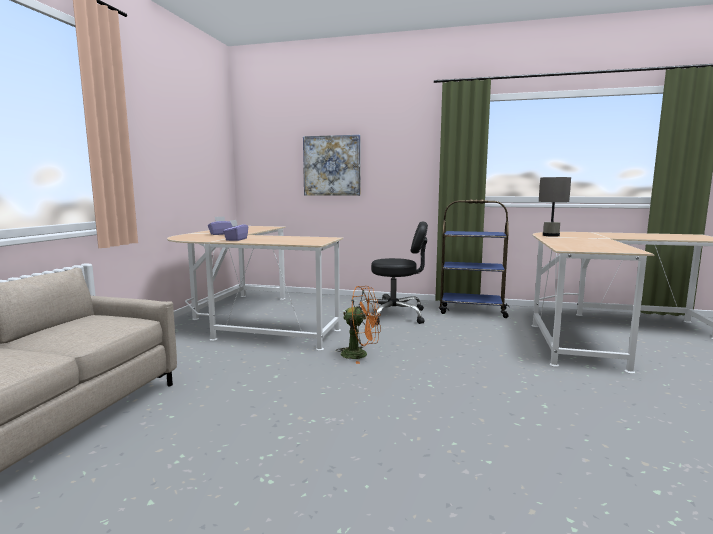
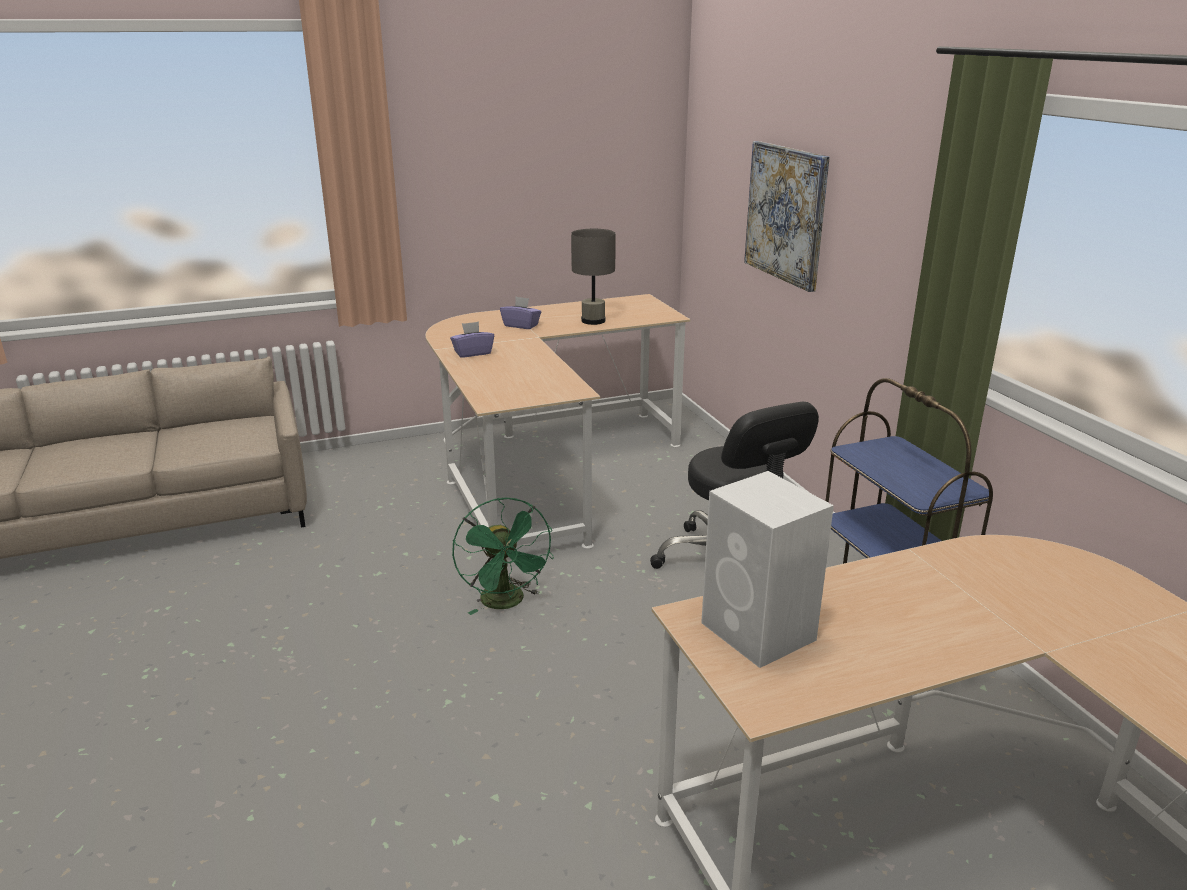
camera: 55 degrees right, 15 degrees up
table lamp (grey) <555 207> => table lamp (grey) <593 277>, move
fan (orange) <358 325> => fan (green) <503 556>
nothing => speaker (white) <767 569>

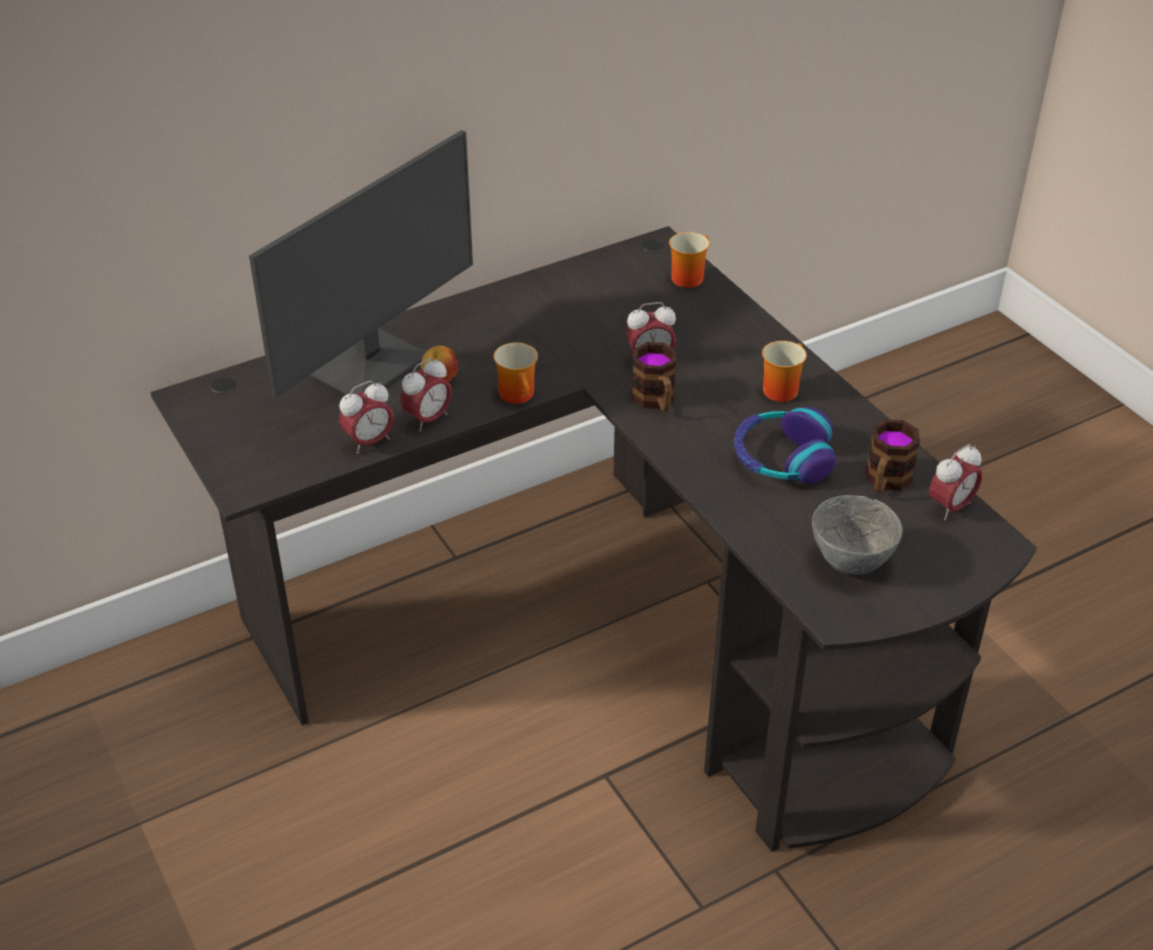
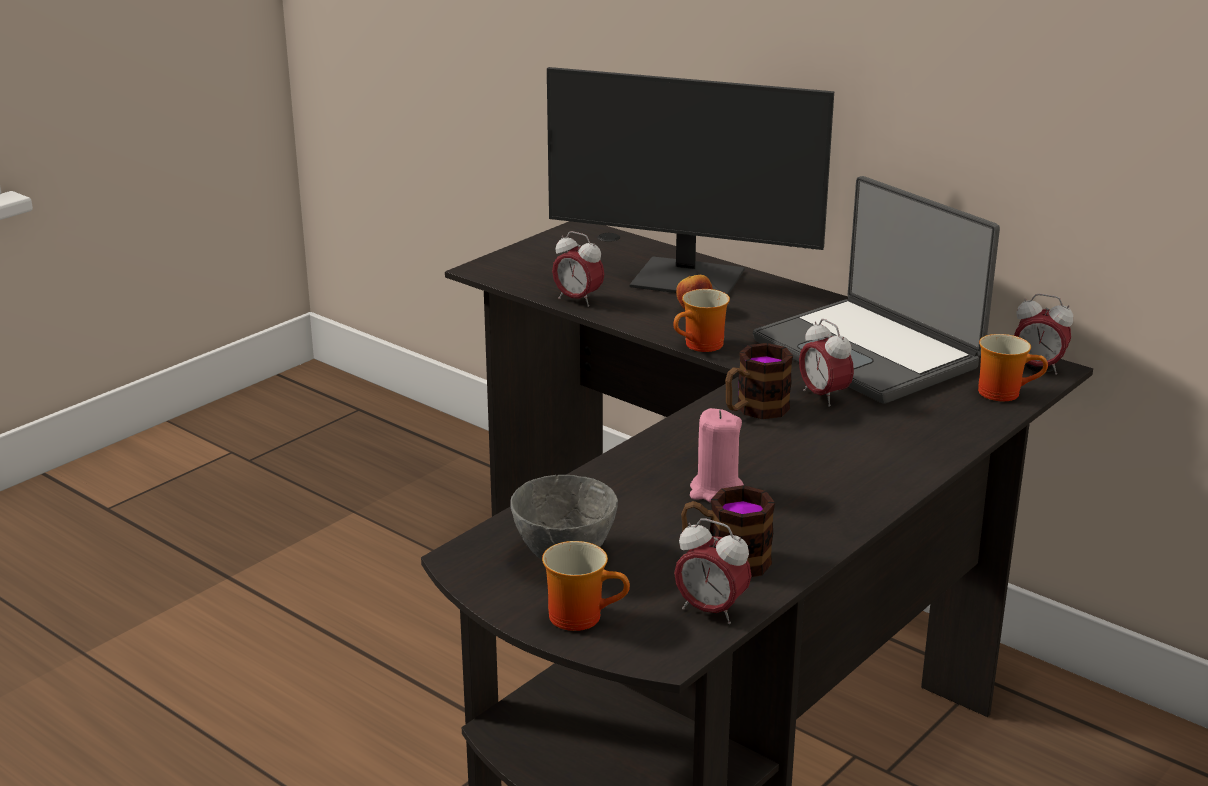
camera: 70 degrees right, 15 degrees down
mug <784 371> => mug <586 586>, move
alarm clock <426 394> => alarm clock <1043 334>, move
headphones <785 445> => candle (pink) <717 455>
nothing => laptop <876 290>

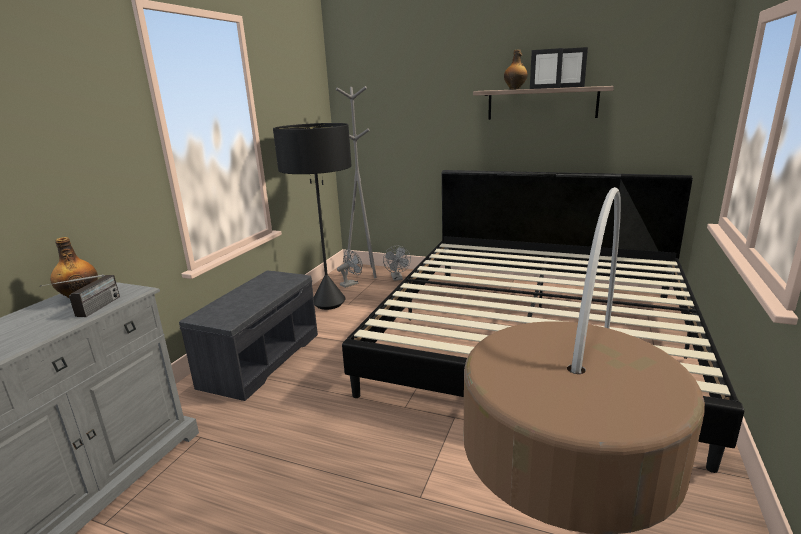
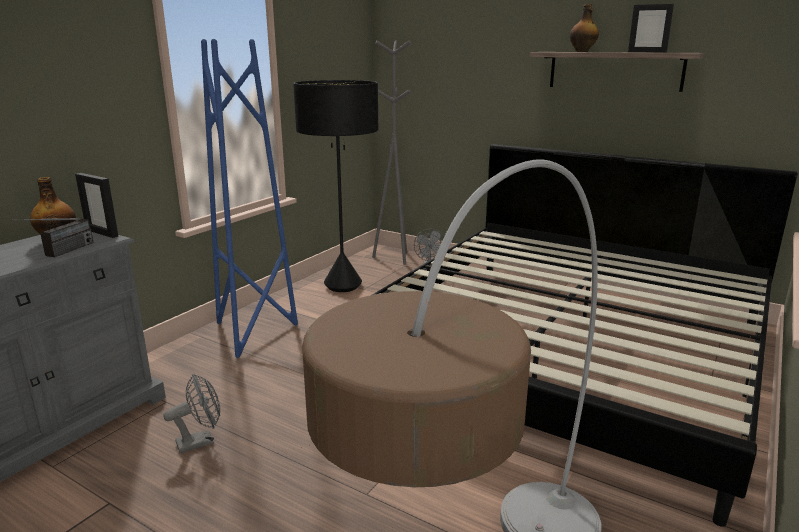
camera: 10 degrees right, 0 degrees up
picture frame <546 68> => picture frame <96 205>, move
fan (grey) <350 268> => fan (grey) <191 413>, move
bench (grey) <248 336> => clothes rack (blue) <249 198>

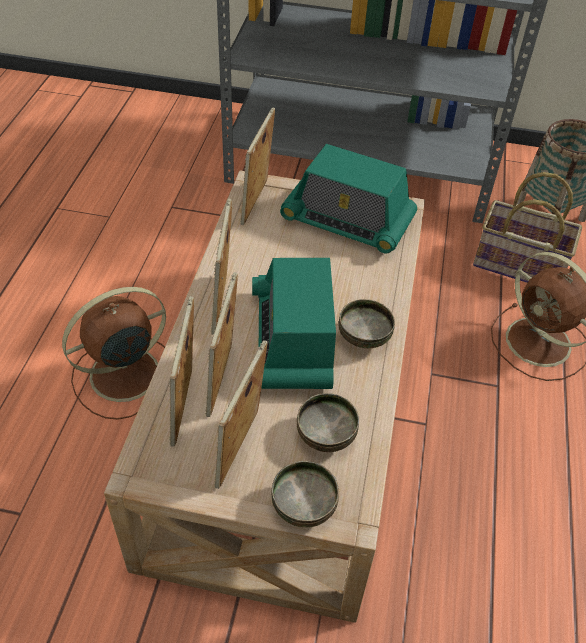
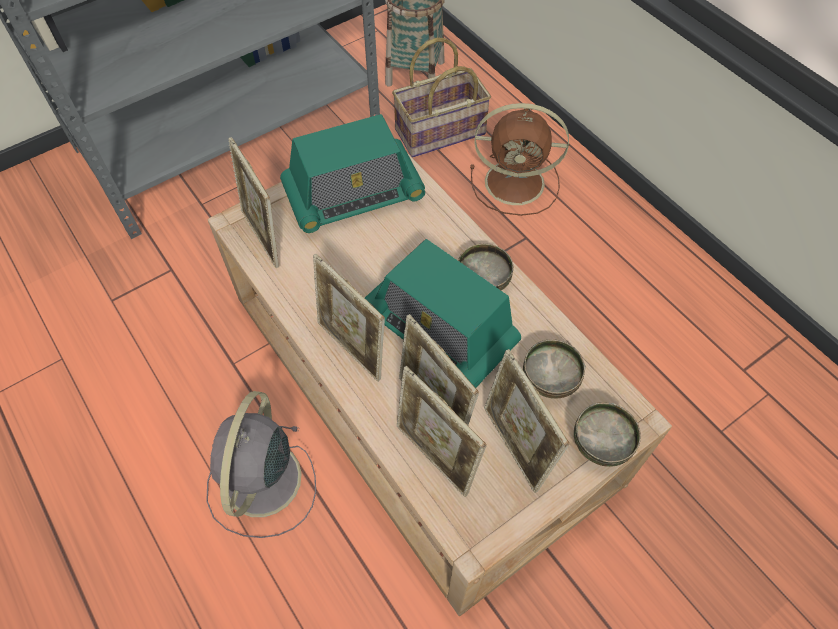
camera: 45 degrees left, 10 degrees up
fan (brown) <114 353> => fan (grey) <261 464>

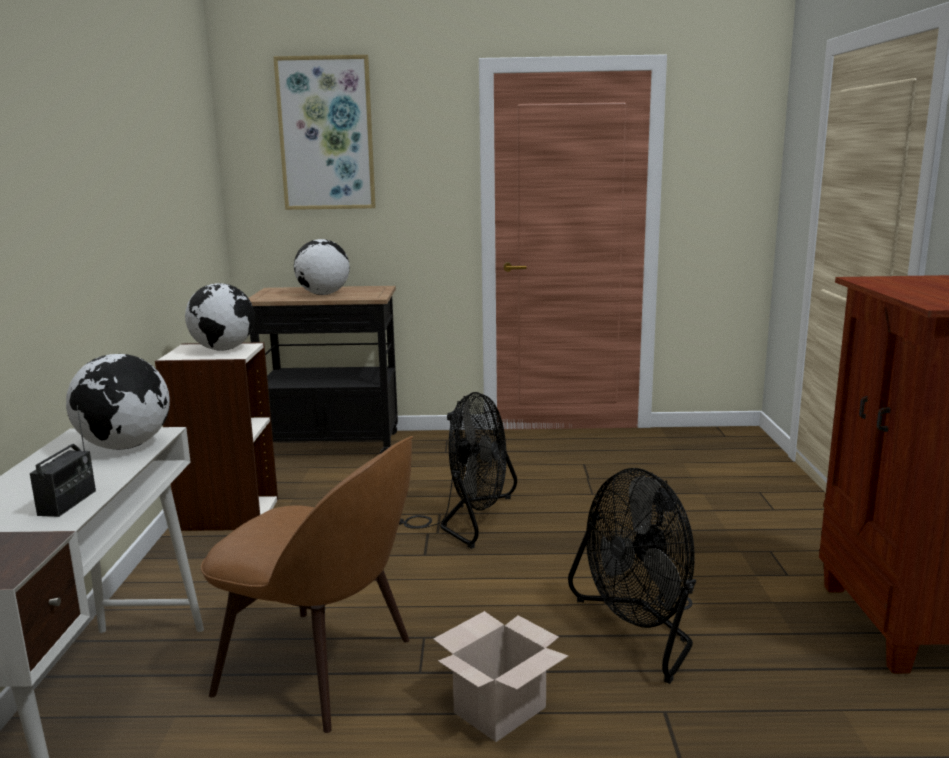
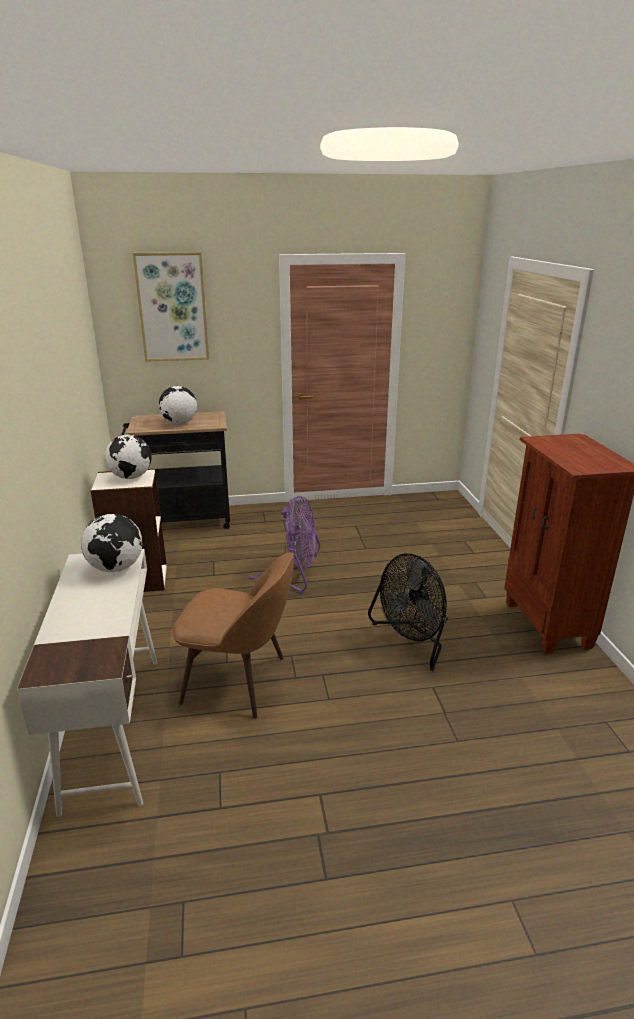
camera: 10 degrees left, 10 degrees up
fan (black) <458 470> => fan (purple) <285 545>
radio <63 461> => nothing
cardboard box <500 676> => nothing

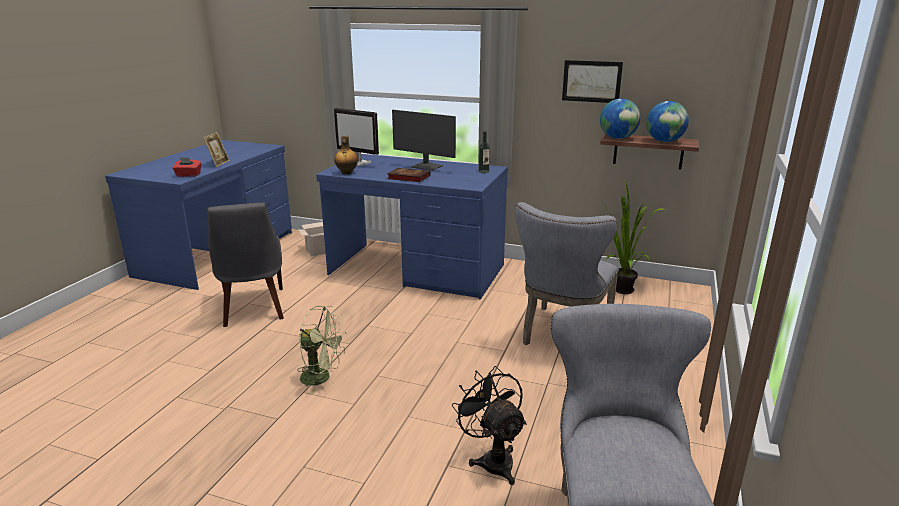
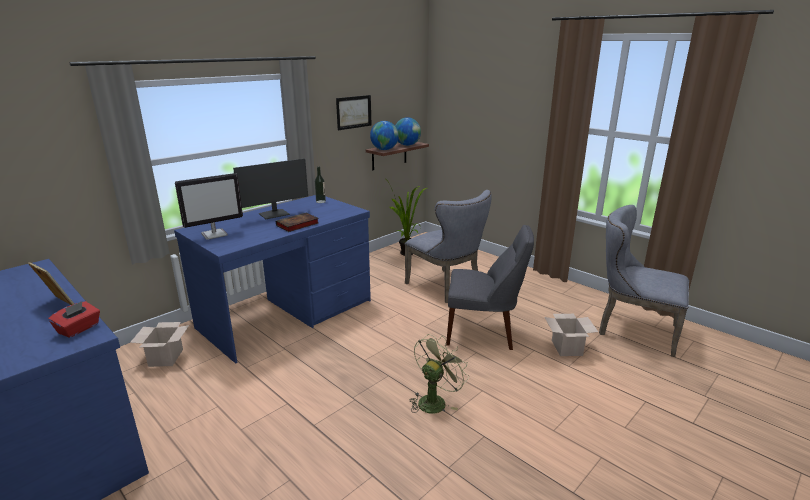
camera: 65 degrees left, 0 degrees up
bottle <346 155> => nothing
chair (grey) <245 265> => chair (grey) <490 287>, move
fan (black) <489 425> => cardboard box <571 335>

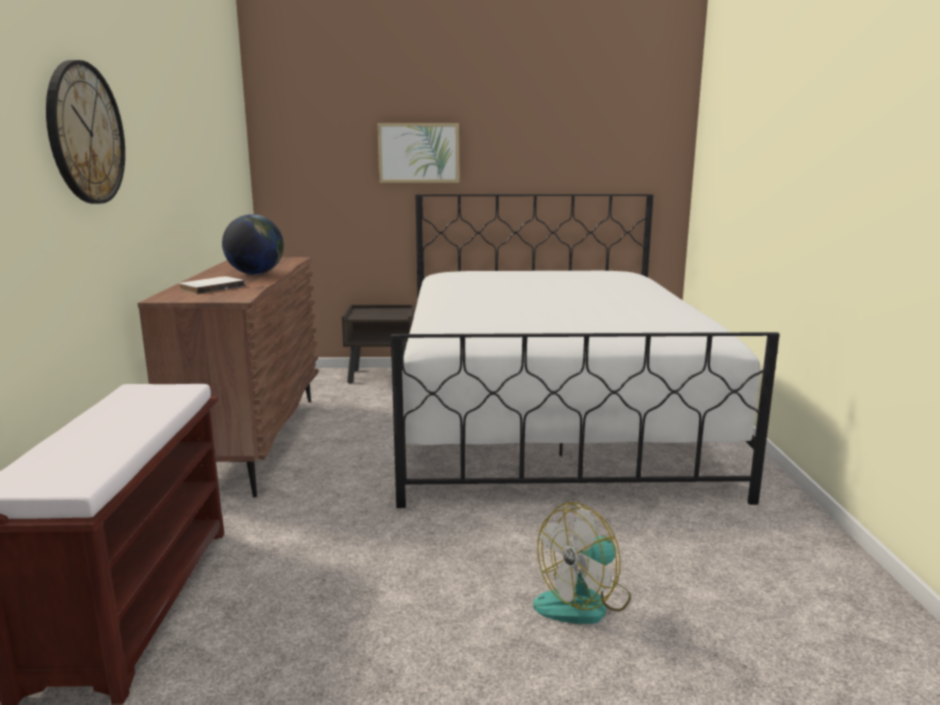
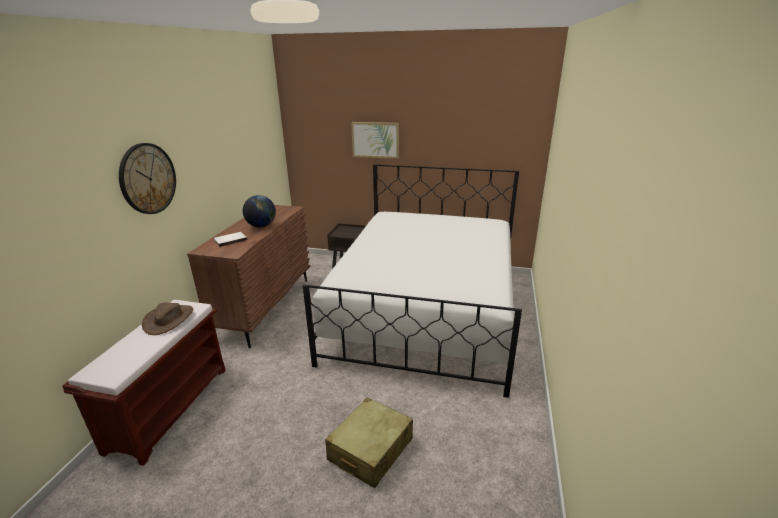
camera: 15 degrees right, 10 degrees up
fan <582 563> => suitcase (beige) <369 443>
nothing => hat (brown) <167 319>

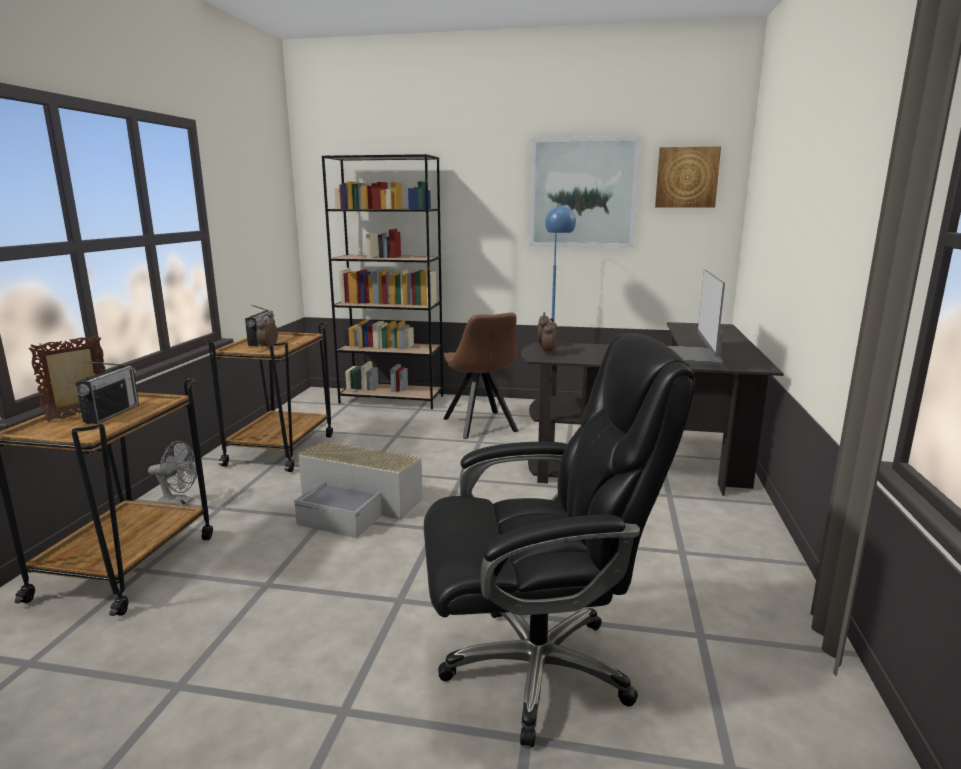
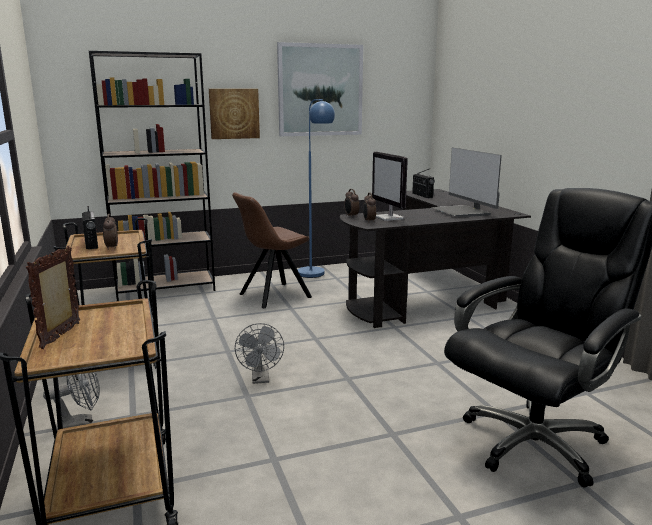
camera: 30 degrees left, 0 degrees up
picture <688 176> => picture <234 114>, move
chair (brown) <480 376> => chair (brown) <272 250>, 105 degrees clockwise
radio <107 392> => radio <423 183>, move
storage box (grey) <358 490> => fan (grey) <259 353>
nothing => monitor <390 186>

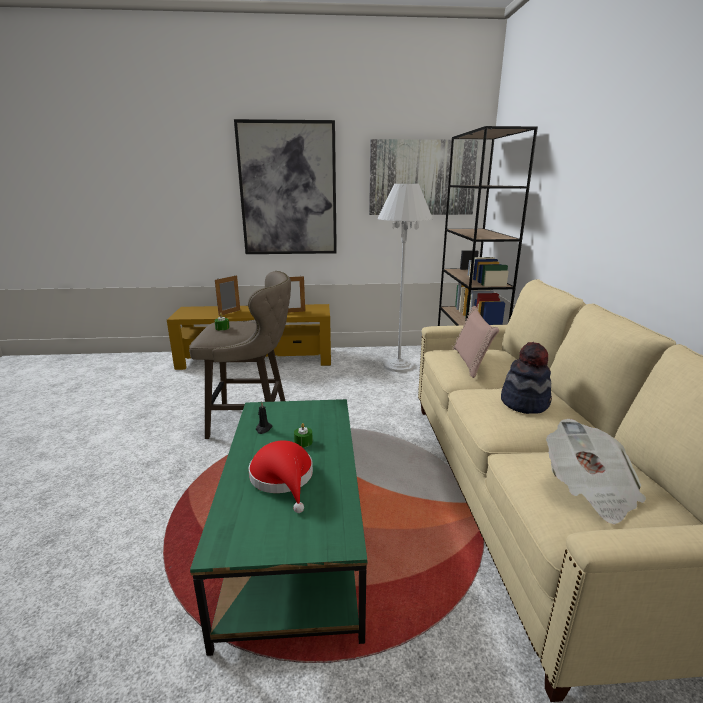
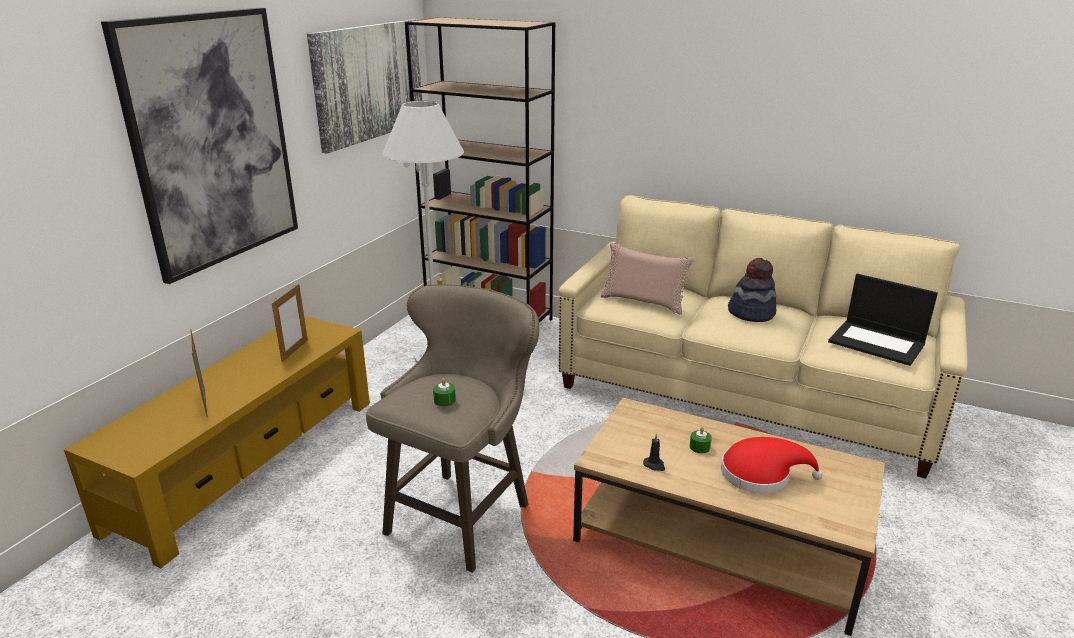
camera: 60 degrees left, 5 degrees up
coffee table (green) <278 527> => coffee table (brown) <729 517>
newspaper <596 472> => laptop <883 320>

